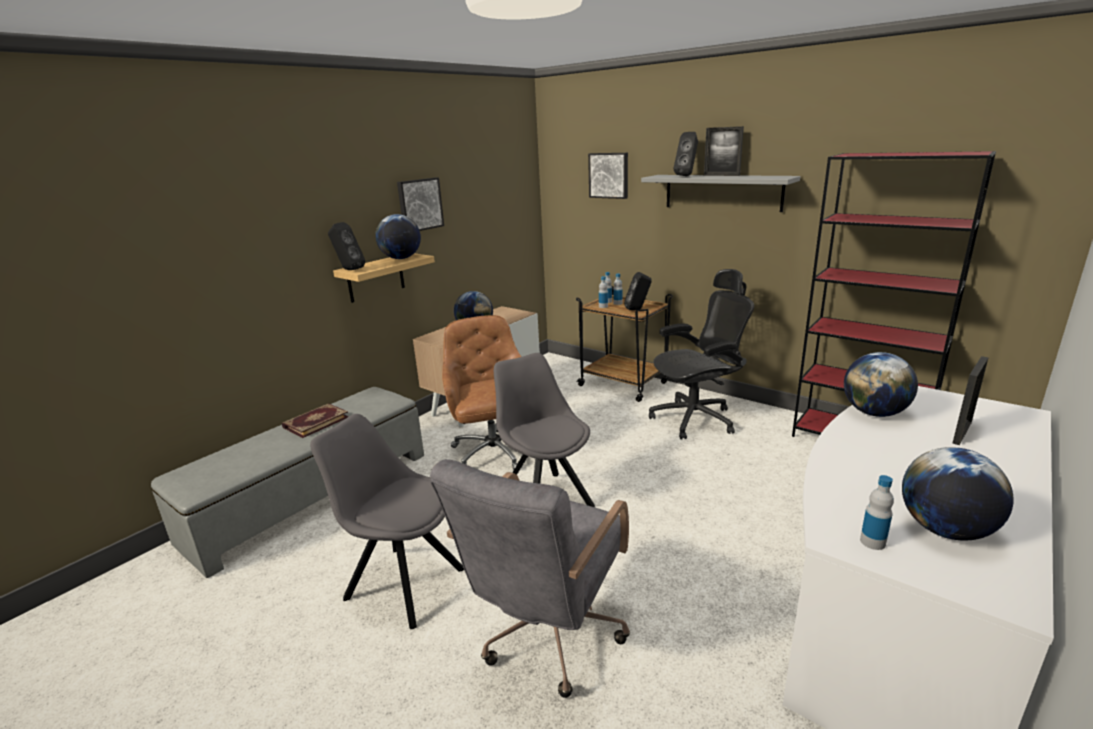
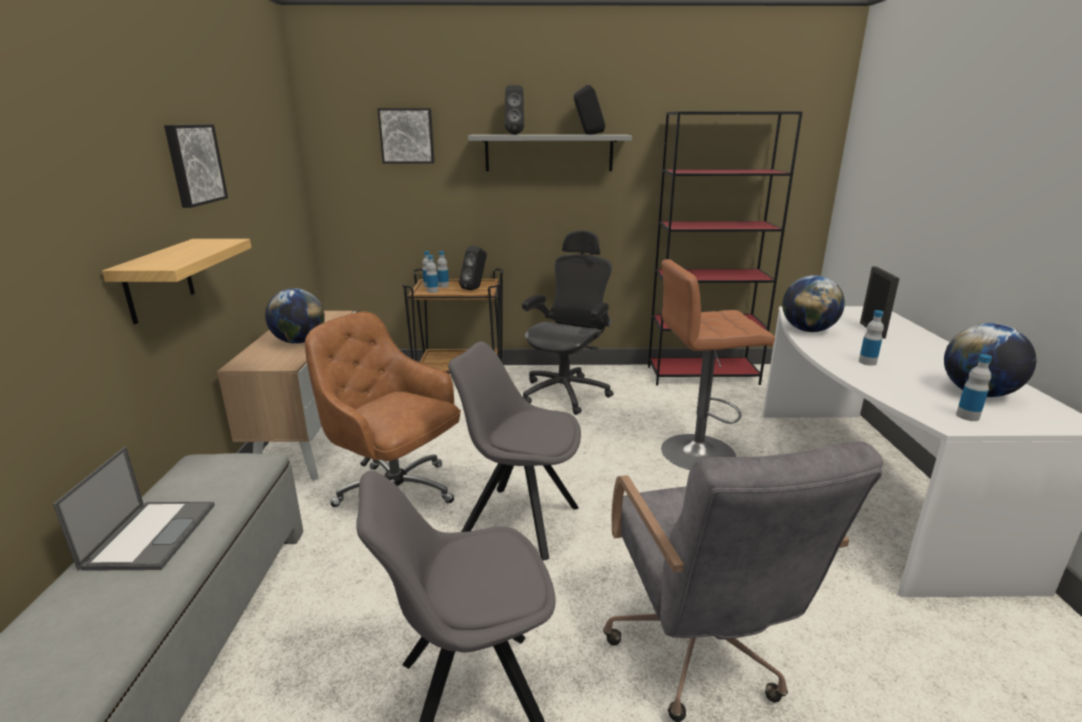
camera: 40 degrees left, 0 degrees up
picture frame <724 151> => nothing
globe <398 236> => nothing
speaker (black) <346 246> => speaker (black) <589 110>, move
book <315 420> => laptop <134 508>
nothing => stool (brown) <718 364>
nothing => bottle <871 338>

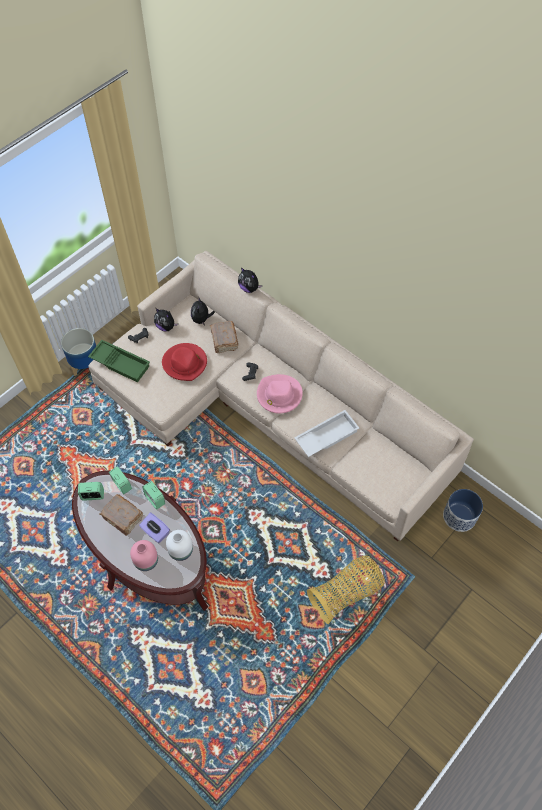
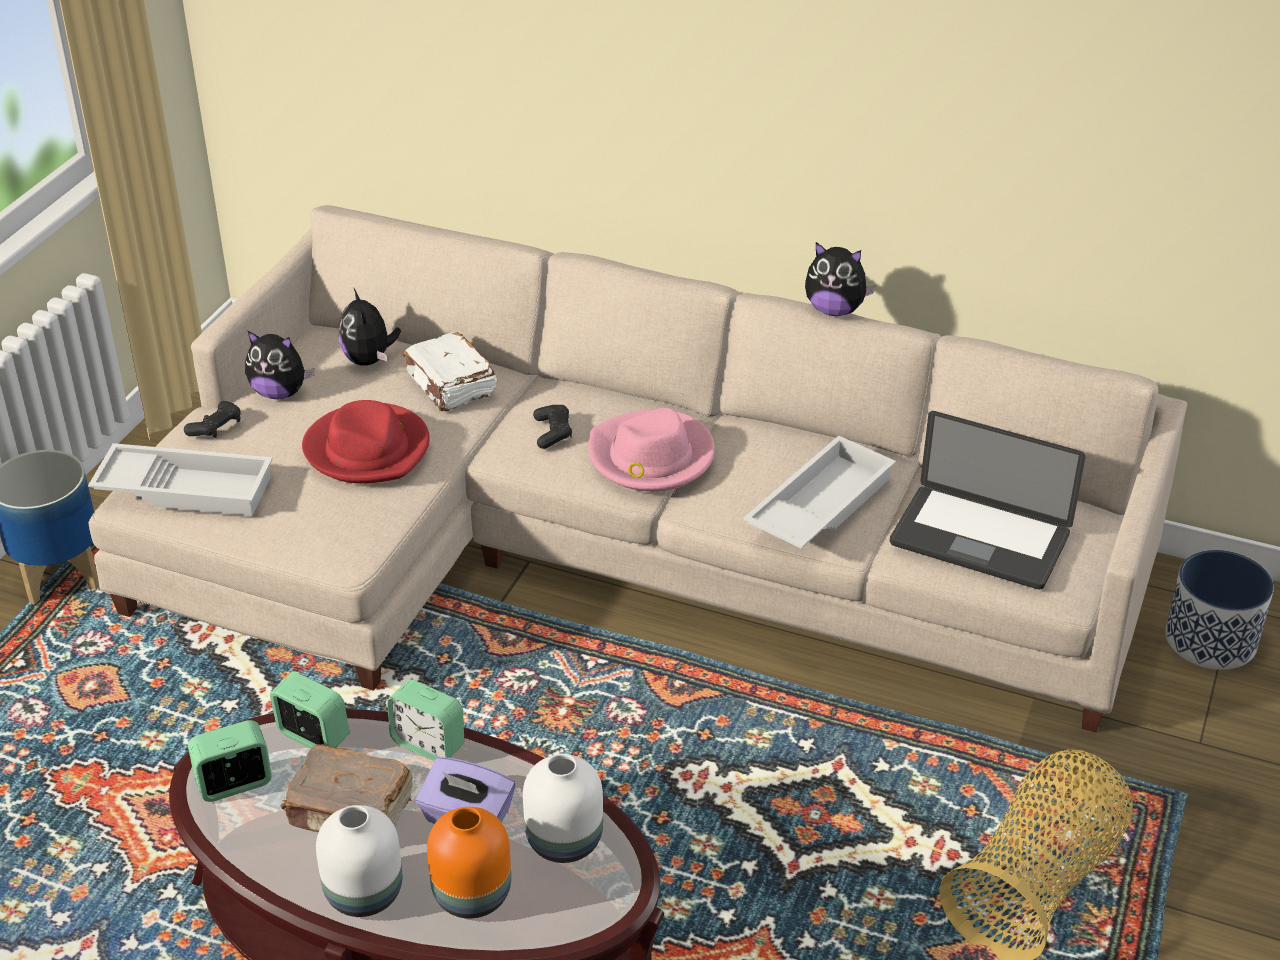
camera: 20 degrees left, 20 degrees down
plush toy <250 280> => plush toy <840 279>, move
book (brown) <224 337> => book (white) <449 371>
tray (green) <119 361> => tray (white) <180 479>
vase (pink) <144 555> => vase (orange) <469 863>
nothing => laptop <987 500>
nothing => vase (white) <359 861>

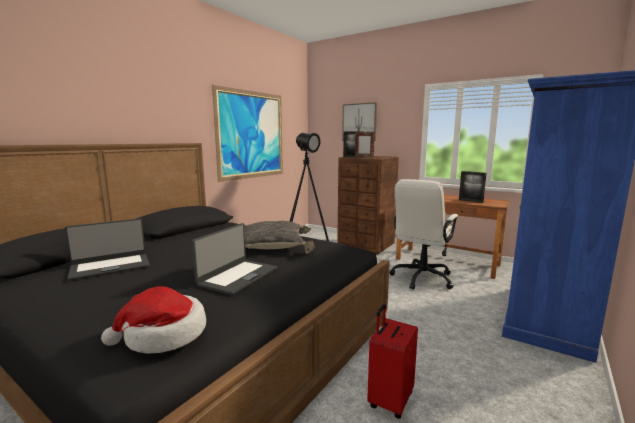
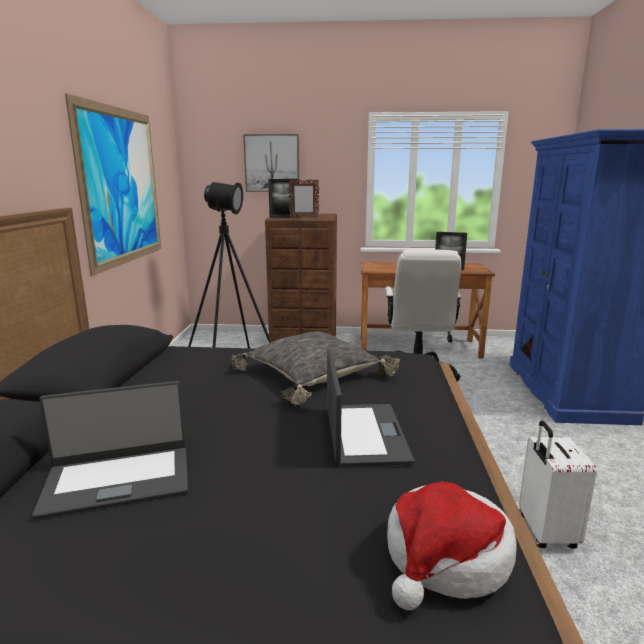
camera: 30 degrees left, 5 degrees up
laptop <107 249> => laptop <110 450>, 45 degrees clockwise
suitcase (red) <392 361> => suitcase (white) <558 484>

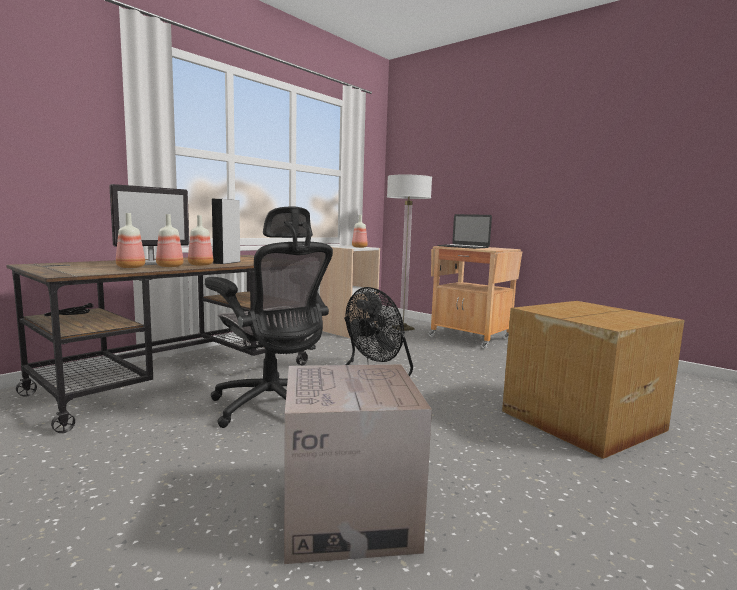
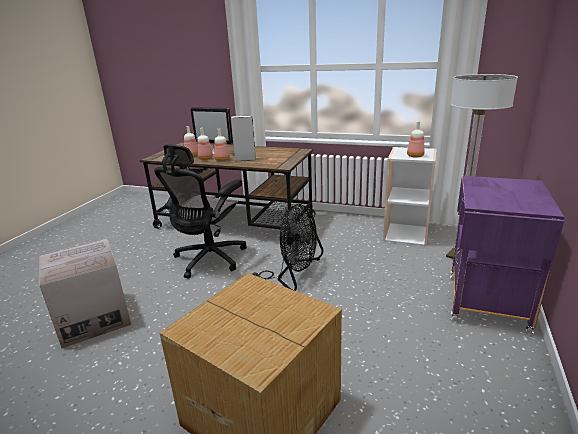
camera: 70 degrees right, 15 degrees up
laptop <464 231> => nothing
cart (brown) <475 297> => cart (purple) <507 255>

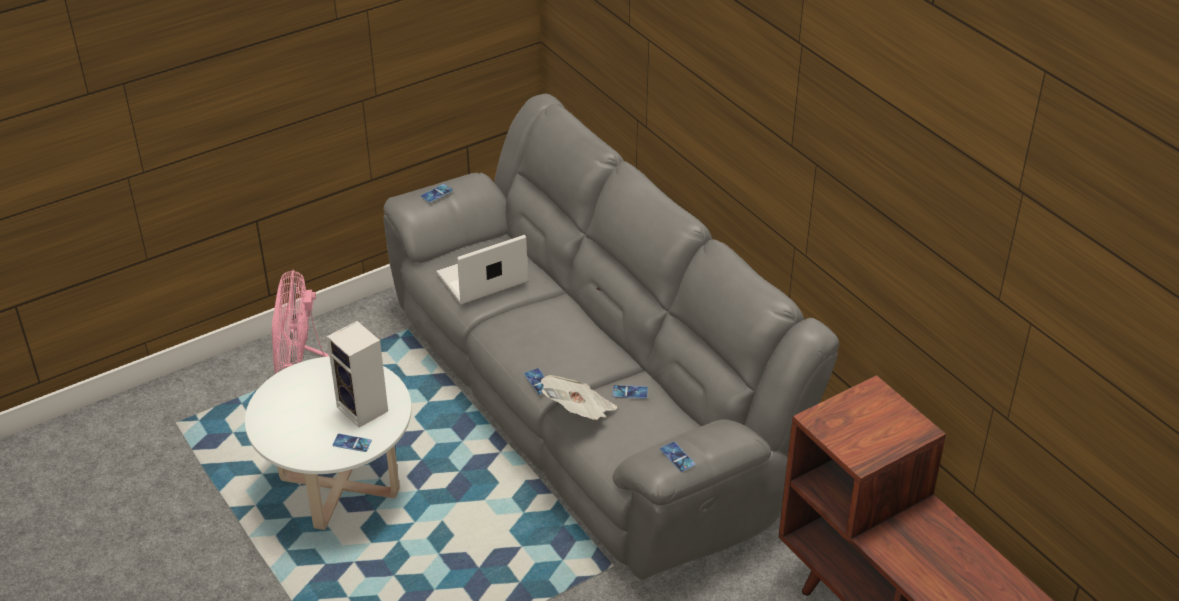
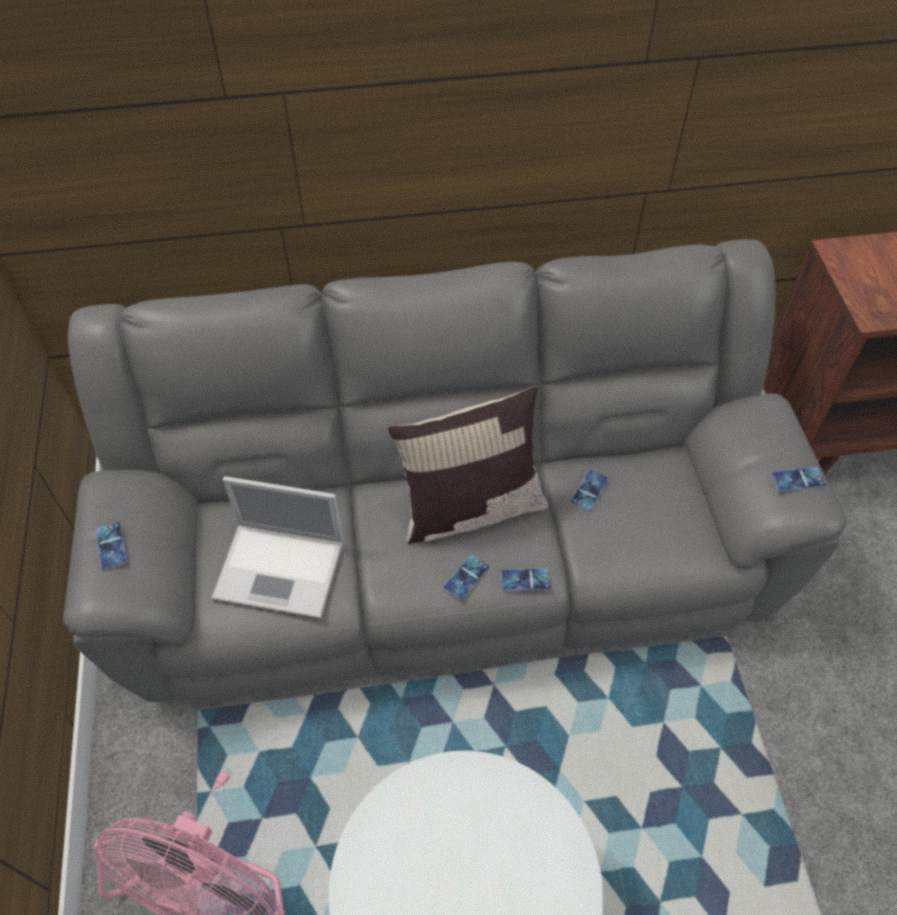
camera: 65 degrees left, 15 degrees up
laptop <482 270> => laptop <277 547>, 75 degrees counterclockwise
speaker <357 374> => nothing
newspaper <579 397> => nothing
phone <352 443> => phone <466 577>, move
nothing => pillow <468 465>

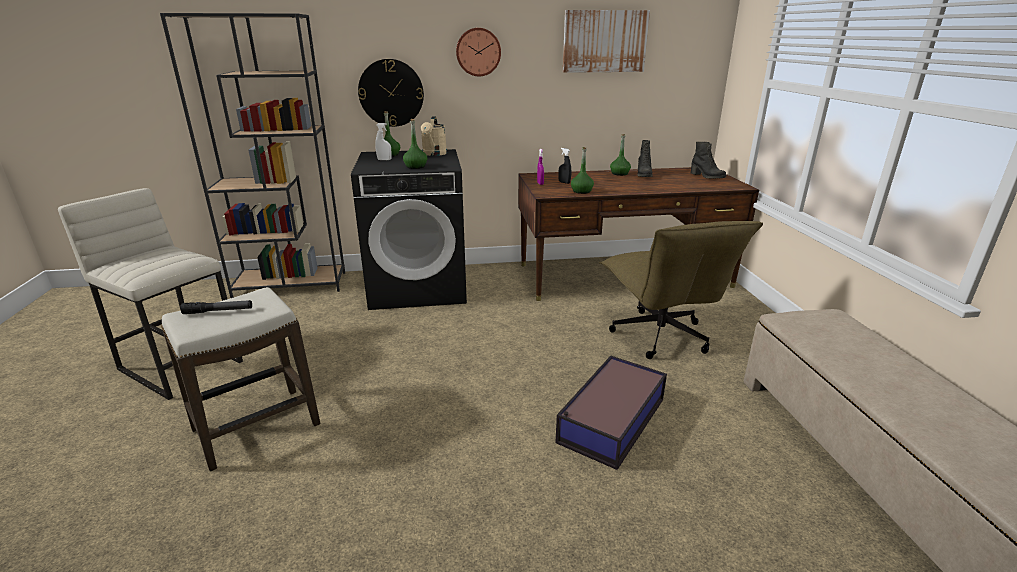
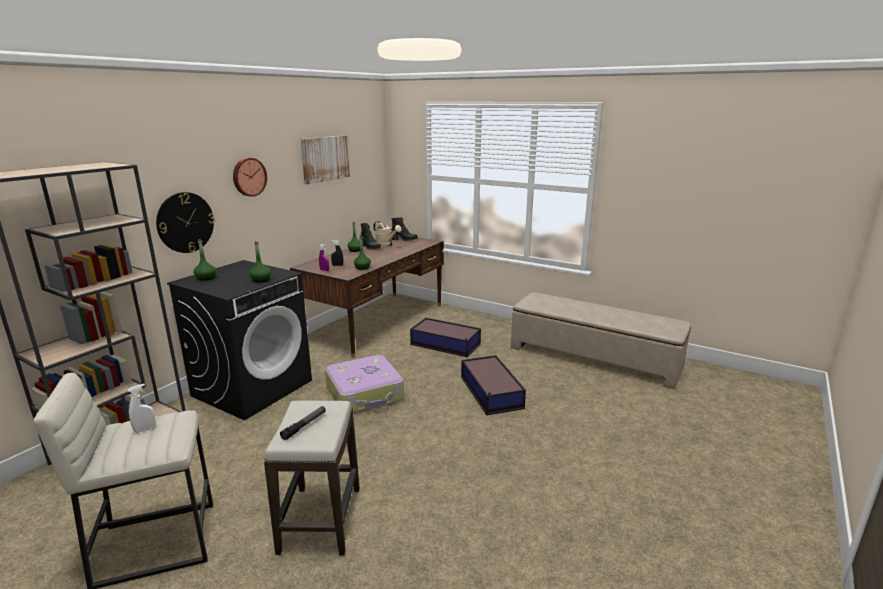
camera: 50 degrees left, 5 degrees down
watering can (beige) <434 136> => watering can (beige) <387 234>, move
spray bottle (white) <383 141> => spray bottle (white) <142 408>, move
office chair (beige) <681 290> => storage box <445 337>
nothing => suitcase <364 384>

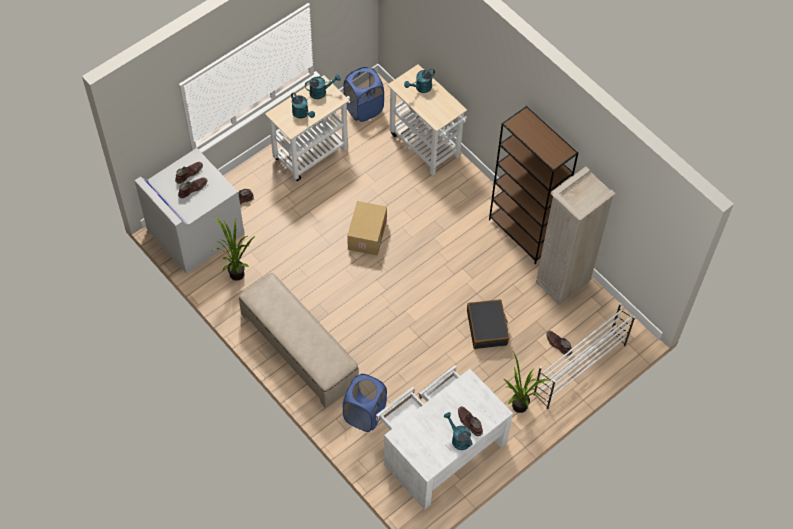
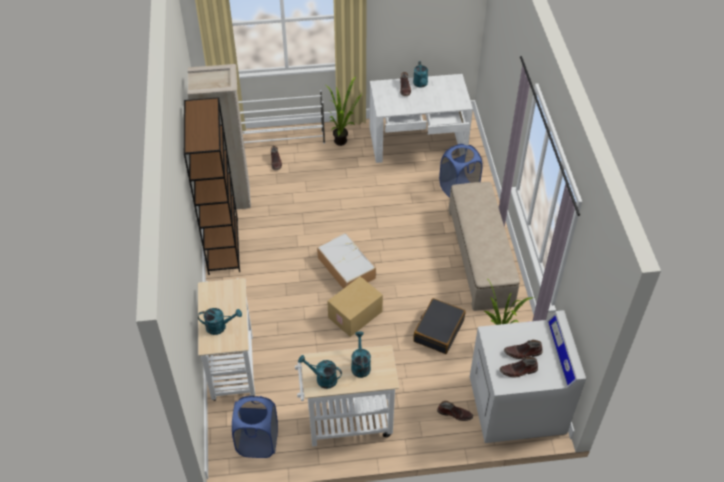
camera: 145 degrees left, 10 degrees down
suitcase (black) <488 324> => suitcase (black) <439 326>, move
nothing => storage box <346 261>

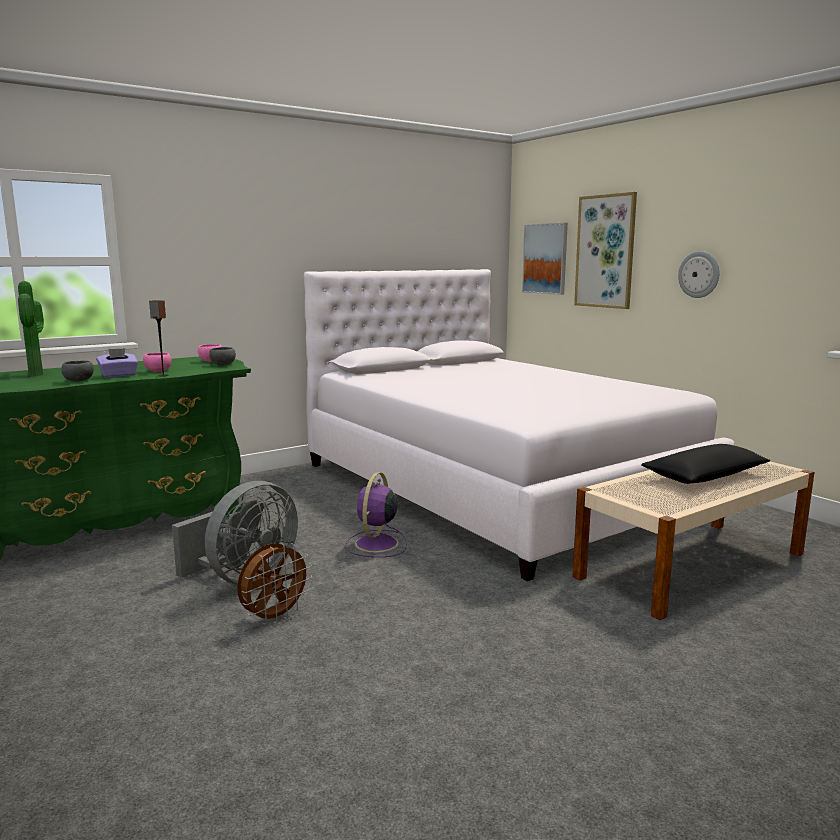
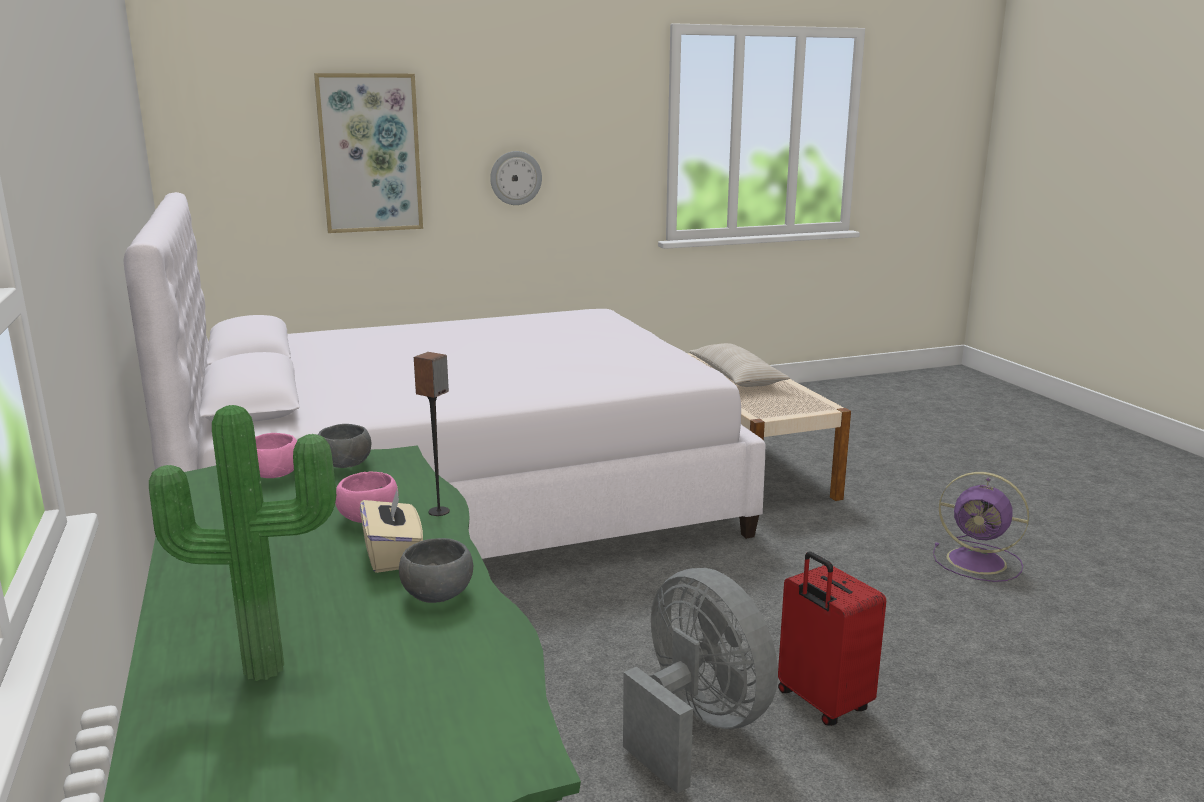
camera: 75 degrees left, 5 degrees up
picture <545 259> => nothing
tissue box (purple) <117 363> => tissue box (beige) <391 530>
pillow (black) <705 464> => pillow (beige) <739 365>
fan (purple) <376 514> => fan (purple) <981 527>, move
fan (brown) <274 584> => suitcase (red) <832 638>

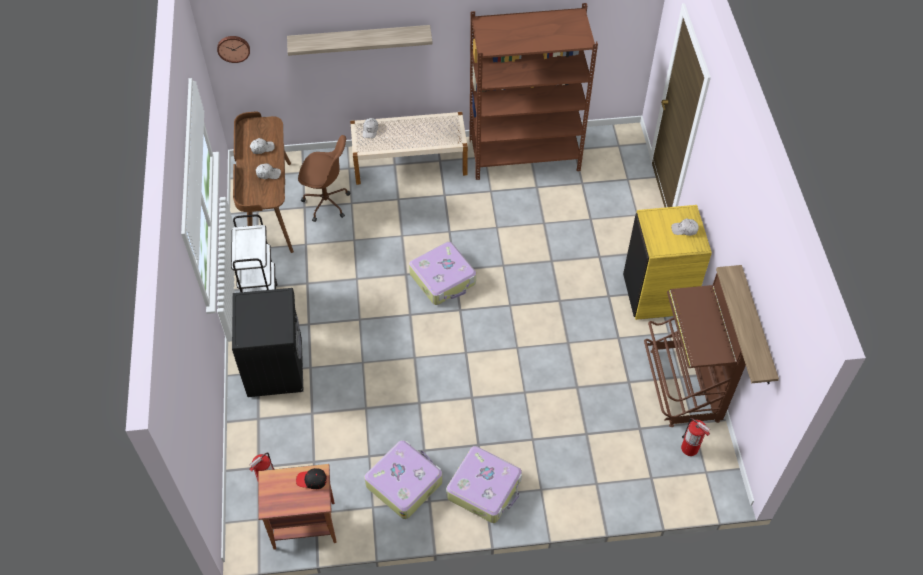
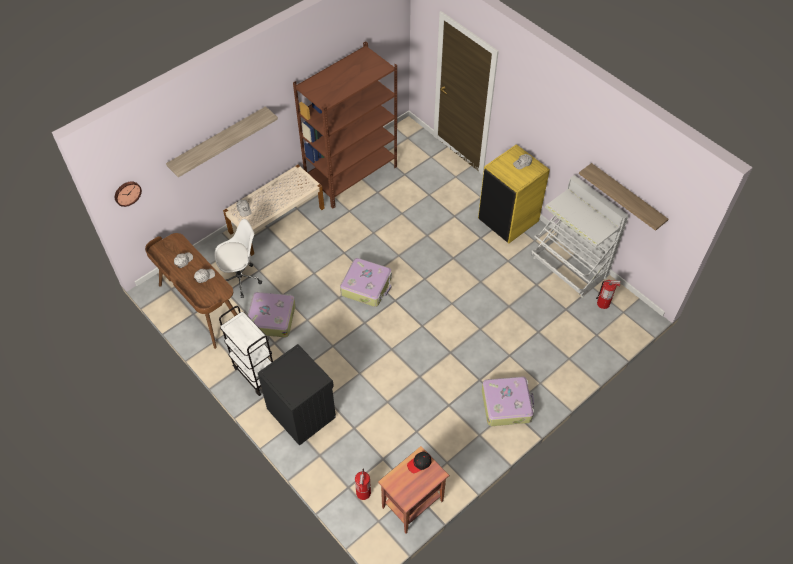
camera: 35 degrees left, 0 degrees up
office chair (brown) <324 178> => office chair (white) <238 258>
shoe rack (brown) <695 350> => shoe rack (white) <580 236>
suitcase <403 479> => suitcase <272 314>, move

